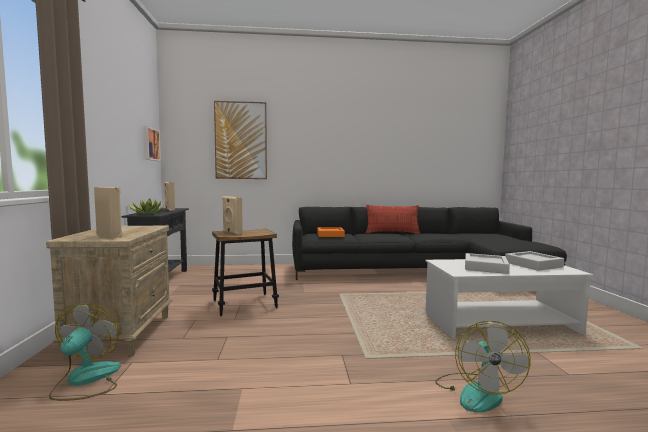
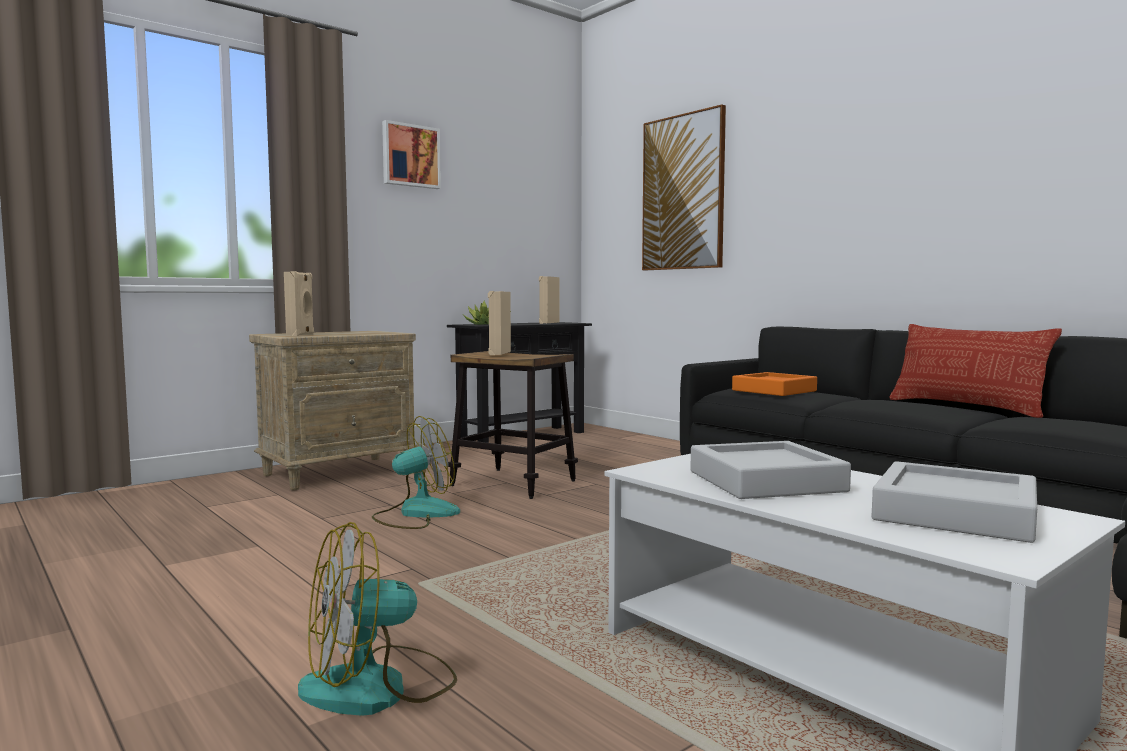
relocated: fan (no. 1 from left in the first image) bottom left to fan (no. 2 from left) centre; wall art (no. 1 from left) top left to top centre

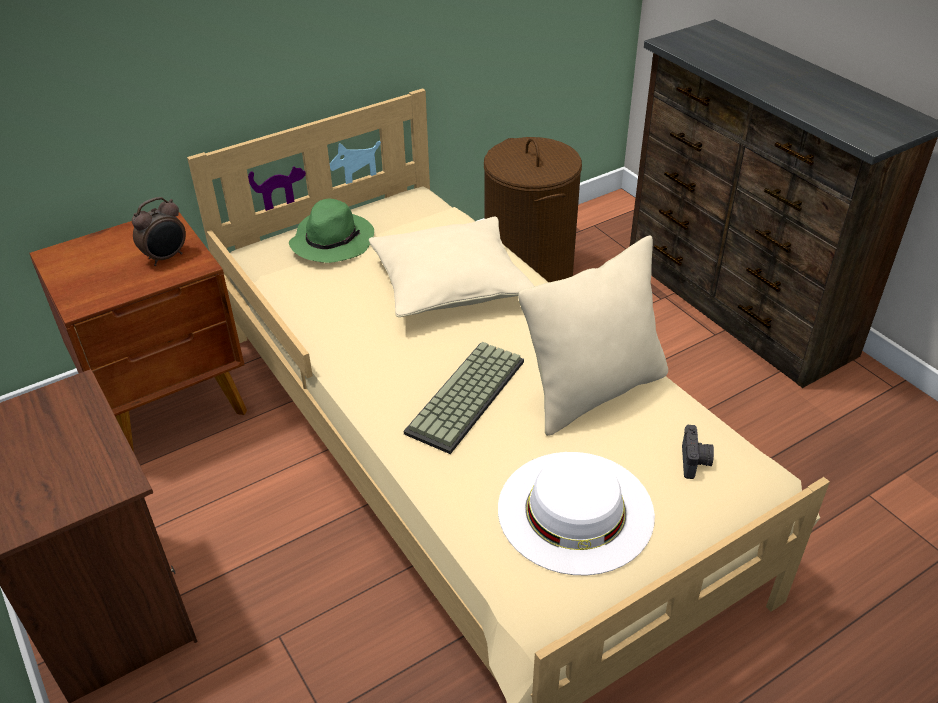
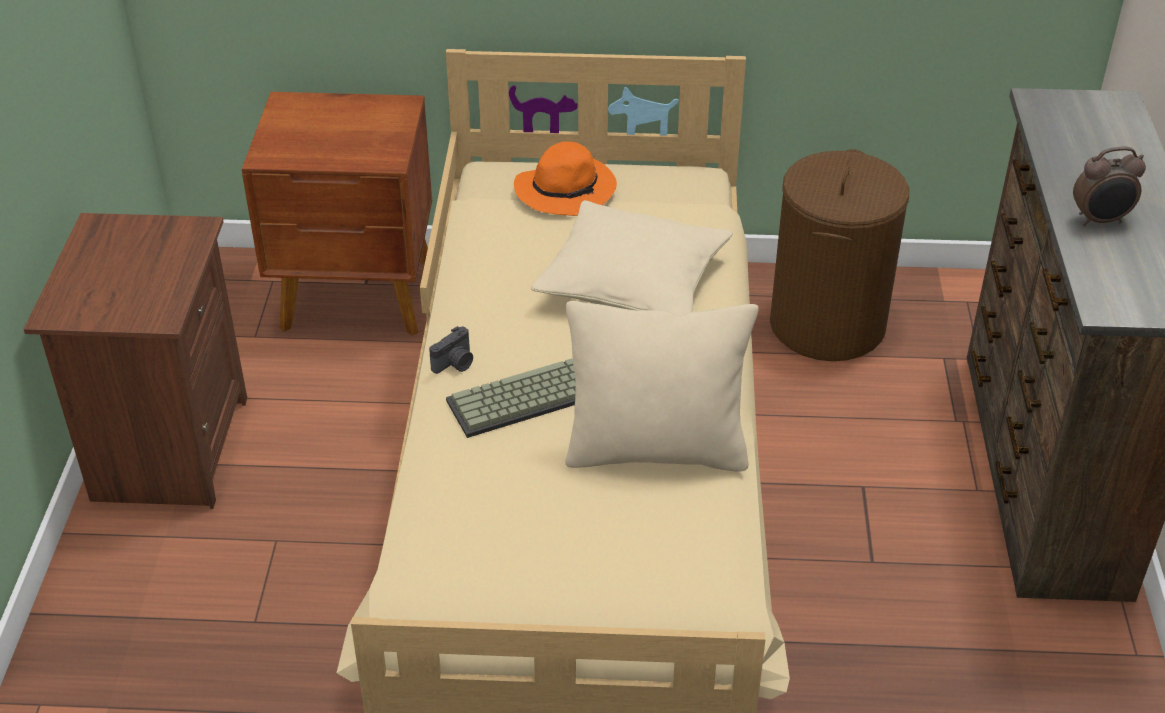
missing: clothing hat/white bottom centre
relocated: table clock top left to top right; still camera middle right to centre
colour: clothing hat/green-coloured top centre to clothing hat/orange top centre

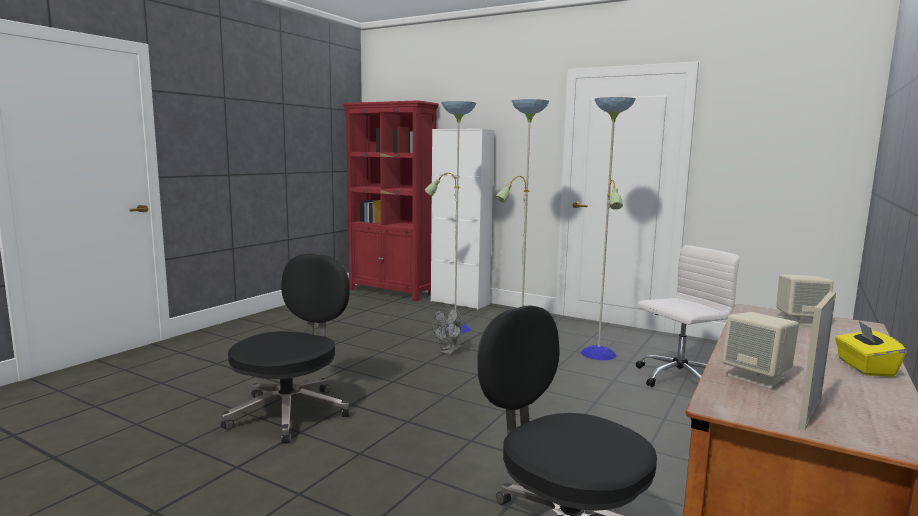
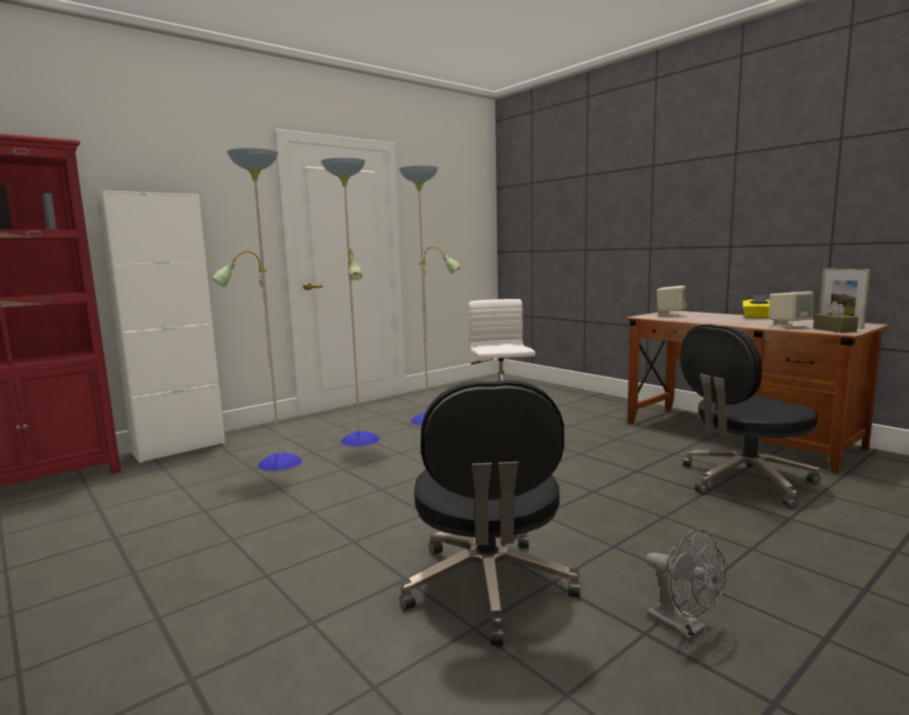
appeared: tissue box/brown middle right
relocated: fan/gray centre to bottom right
spun: desk chair/blackish (no. 1 from left) bottom left = bottom centre 135 degrees counterclockwise

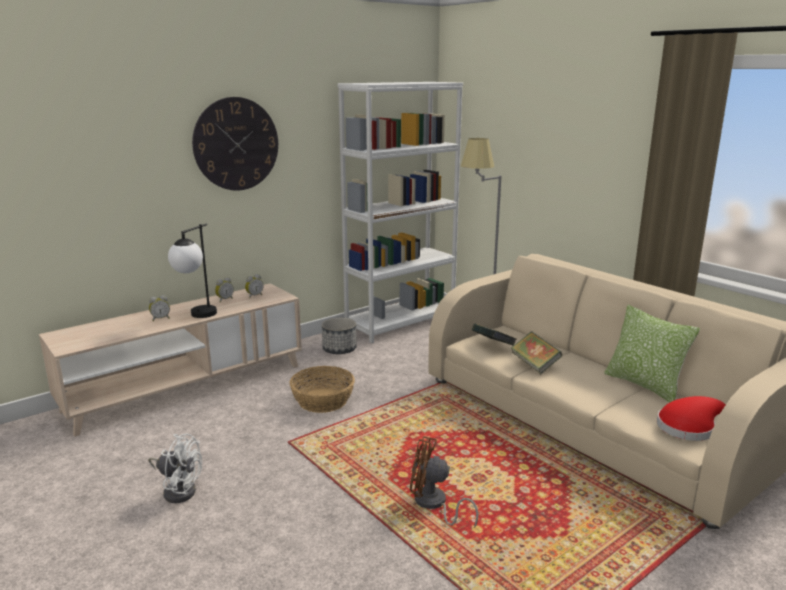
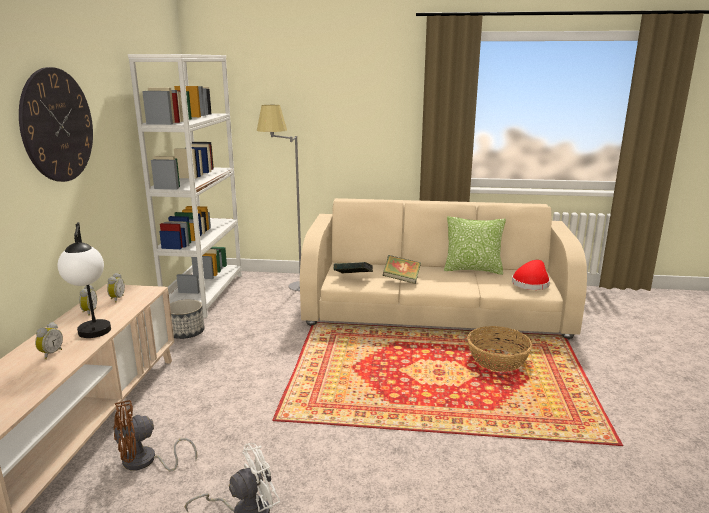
relocated: storage basket centre to bottom right; fan/brown bottom centre to bottom left

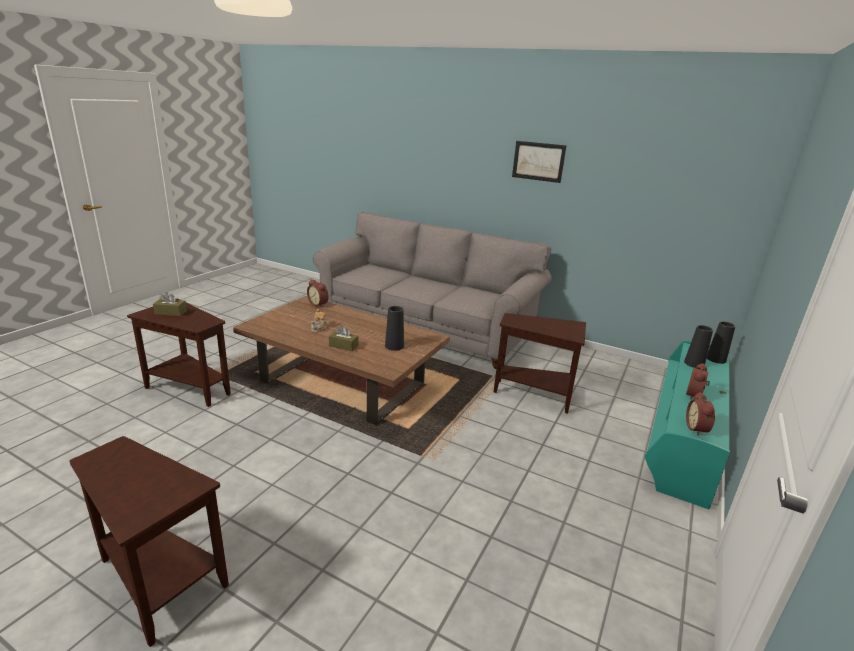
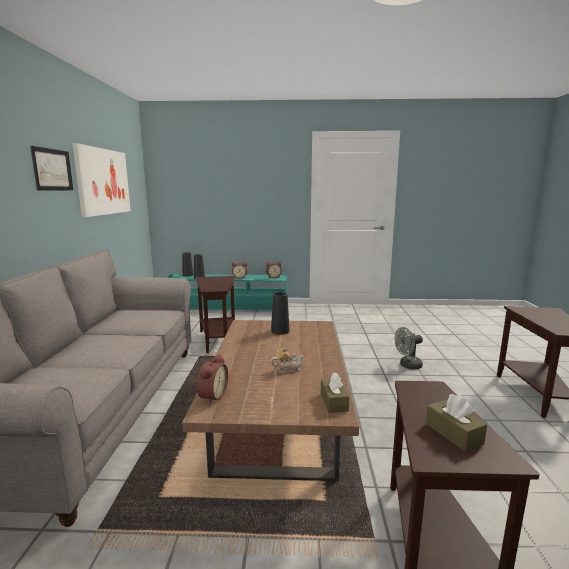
appeared: wall art (no. 2 from left) top left; fan/gray middle right
relocated: tissue box/brown (no. 2 from left in the first image) centre to tissue box/brown (no. 1 from left) bottom centre

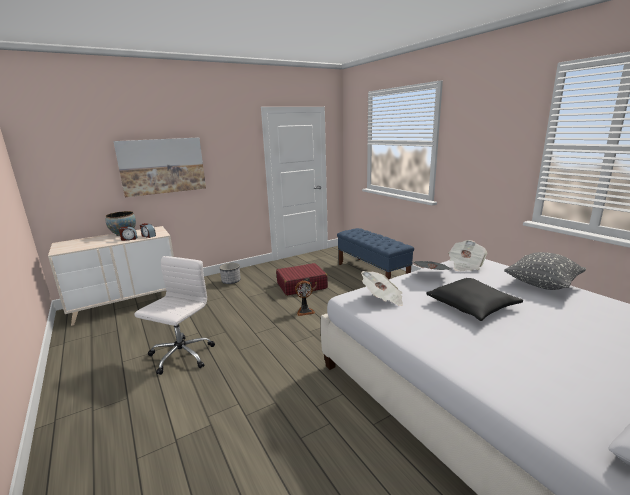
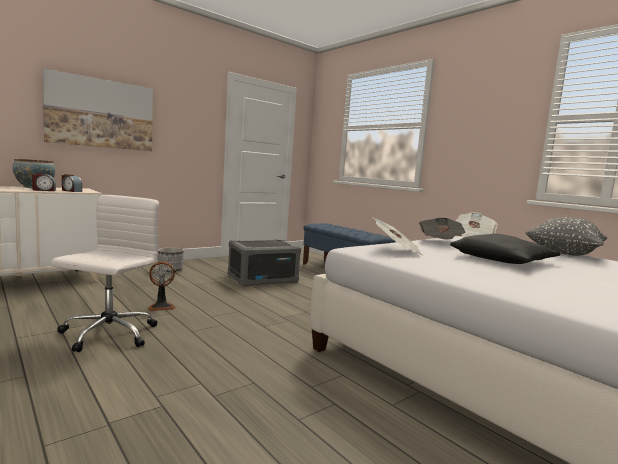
relocated: fan centre to middle left
exchanged: suitcase/reddish centre to storage box/gray centre

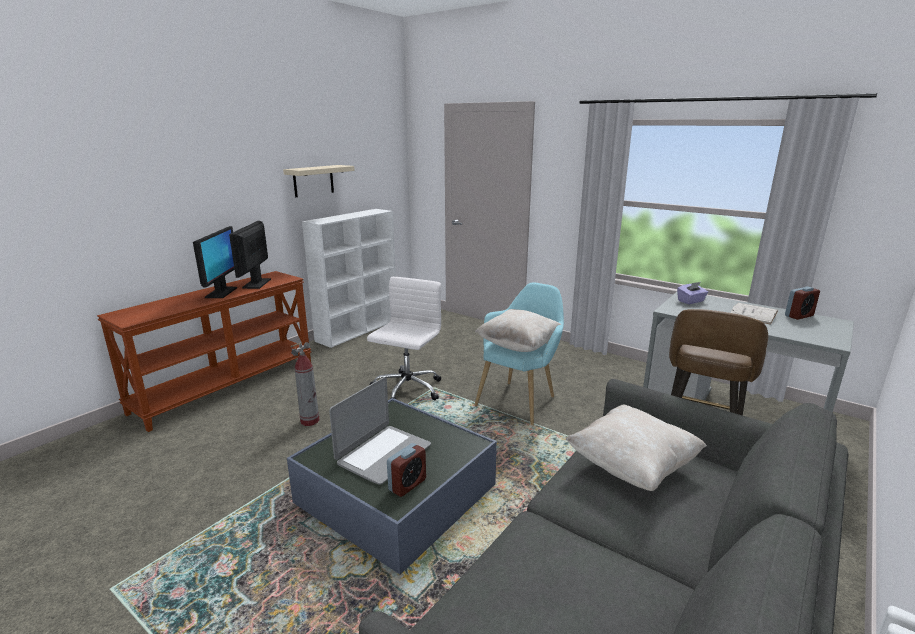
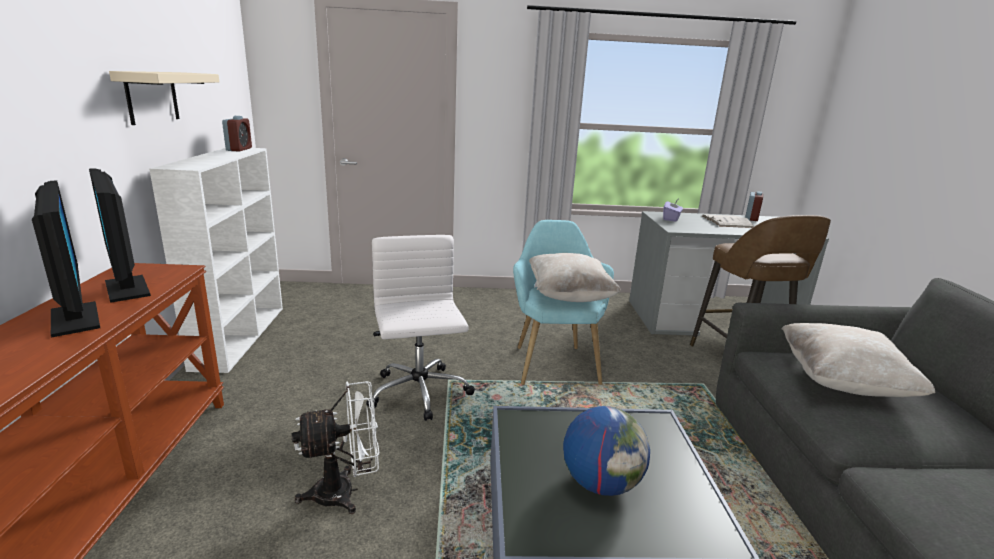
relocated: table clock (no. 1 from left) bottom centre to top left
exchanged: fire extinguisher centre to fan/white bottom centre; portable computer bottom centre to desk globe bottom centre

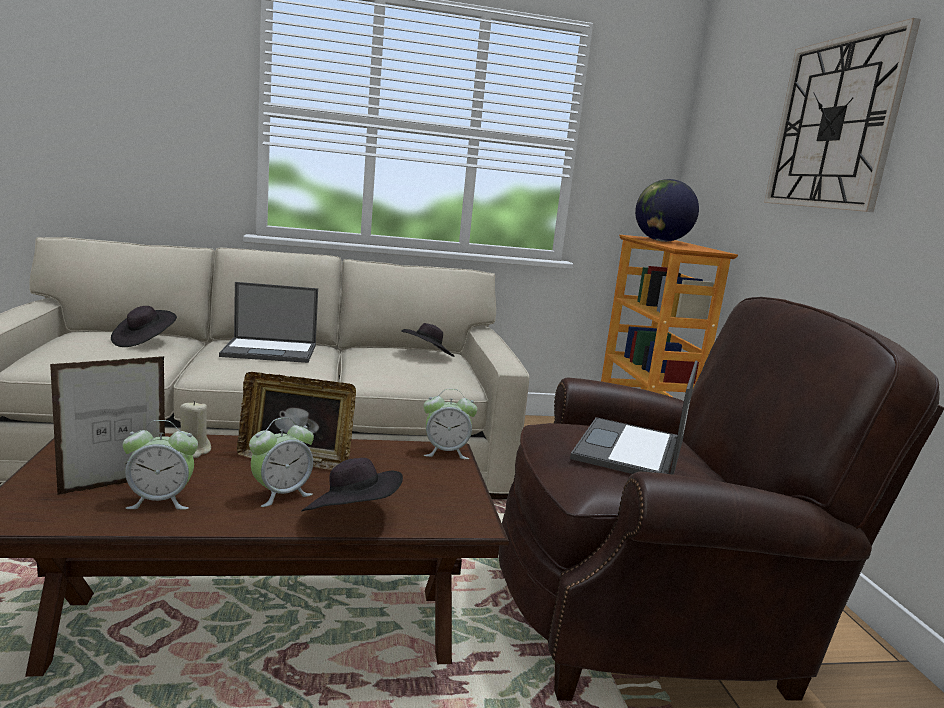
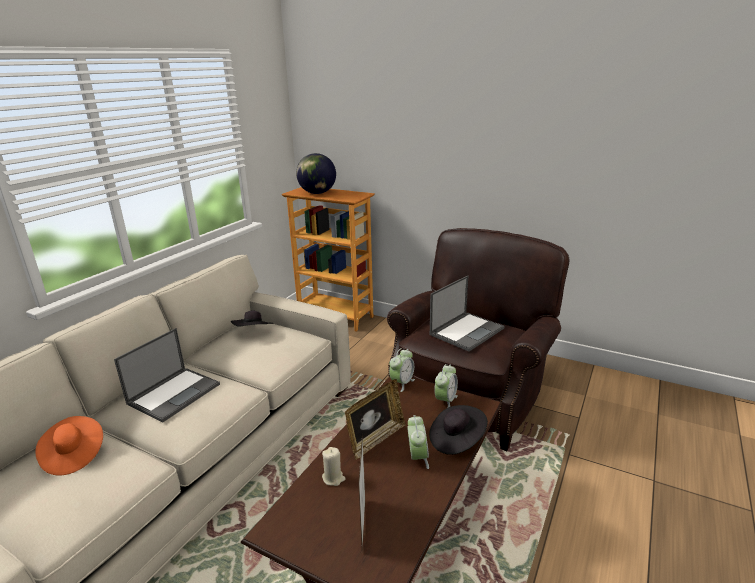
missing: hanging clock top right
relocated: table clock (no. 1 from left in the first image) middle left to table clock (no. 3 from left) centre
colour: clothing hat/blackish (no. 1 from left) middle left to clothing hat/orange bottom left
spun: portable computer (no. 2 from left) middle right = centre 105 degrees counterclockwise

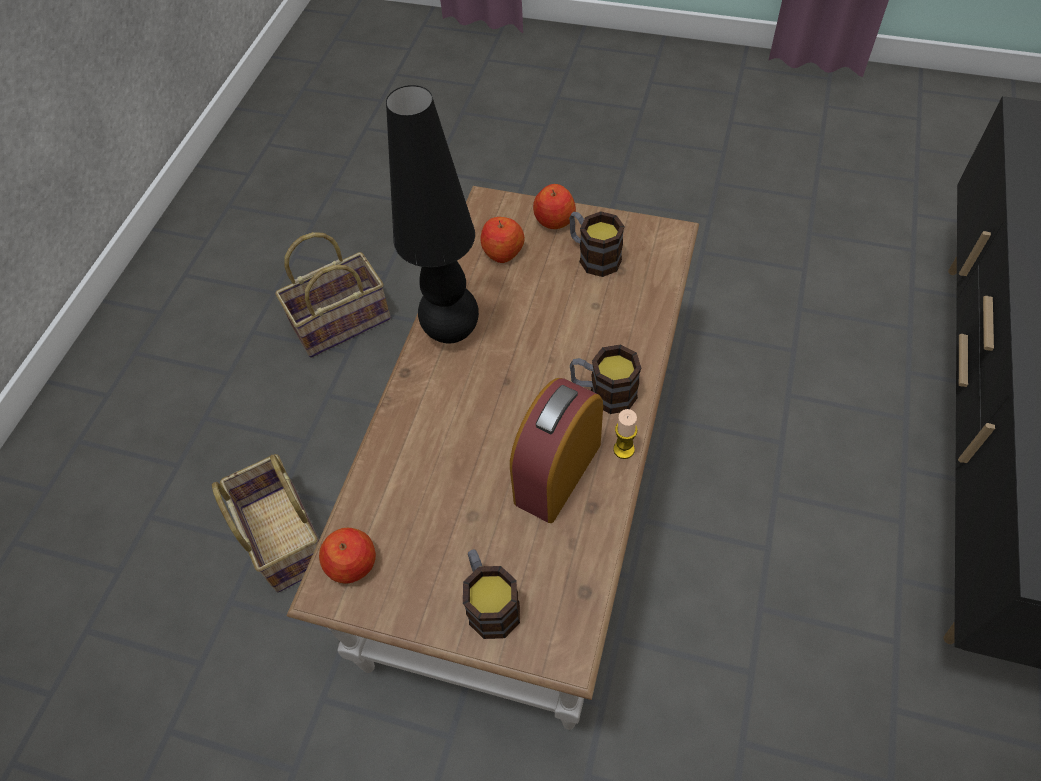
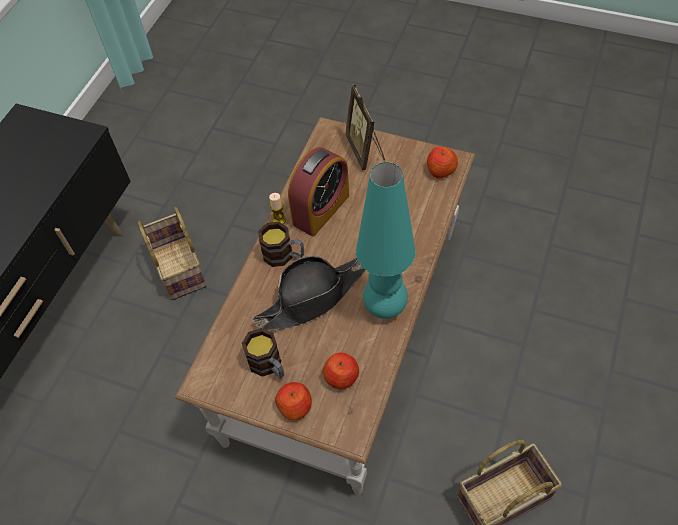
appeared: clothing hat/blackish centre
relocated: storage basket (no. 1 from left) bottom left to middle left
exchanged: tea mug (no. 1 from left) bottom centre to picture frame top centre
colour: table lamp/blackish top centre to table lamp/turquoise centre

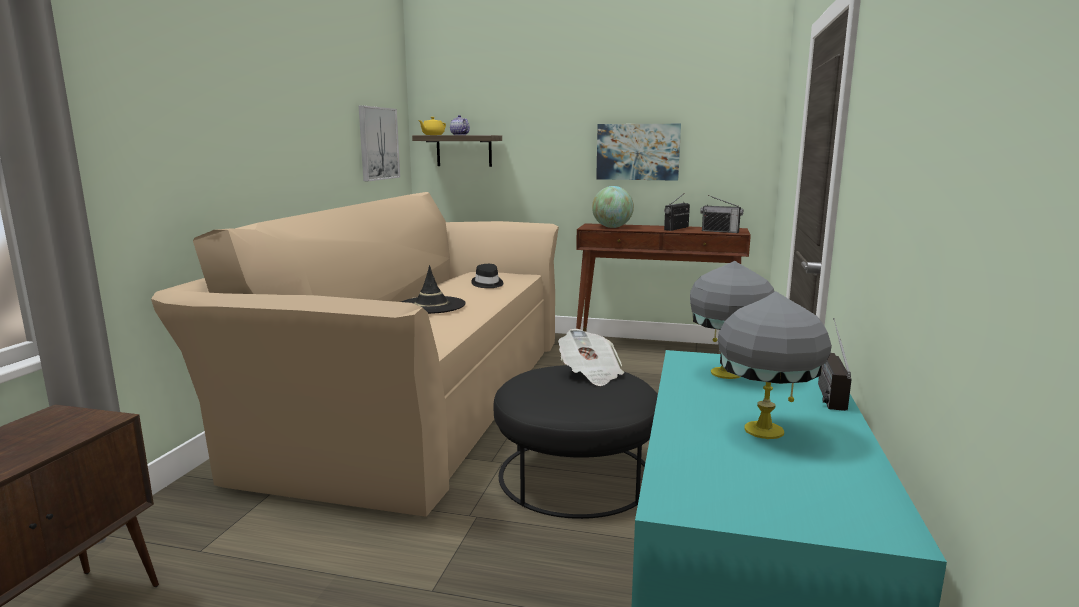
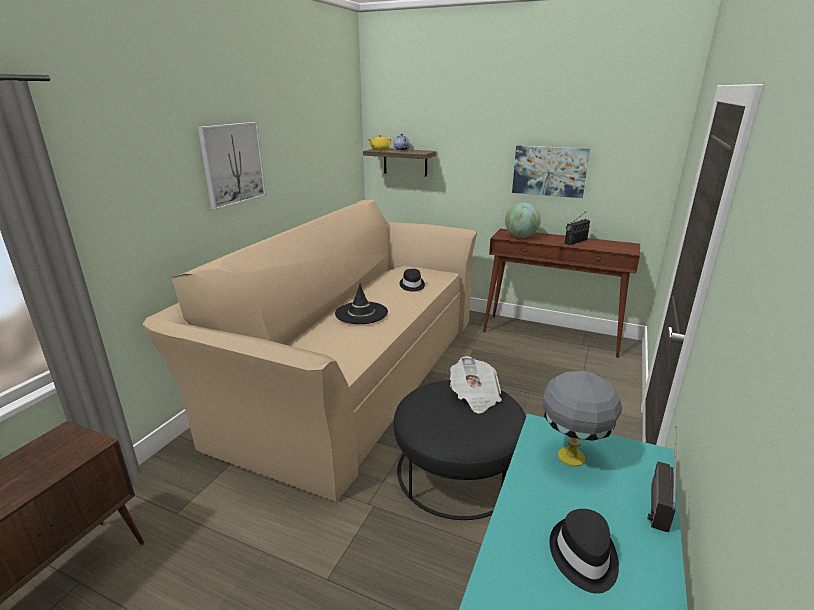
missing: radio receiver (no. 2 from left) middle right
relocated: wall art (no. 1 from left) top centre to top left
exchanged: table lamp/gray (no. 2 from left) middle right to clothing hat/blackish (no. 3 from left) bottom right

